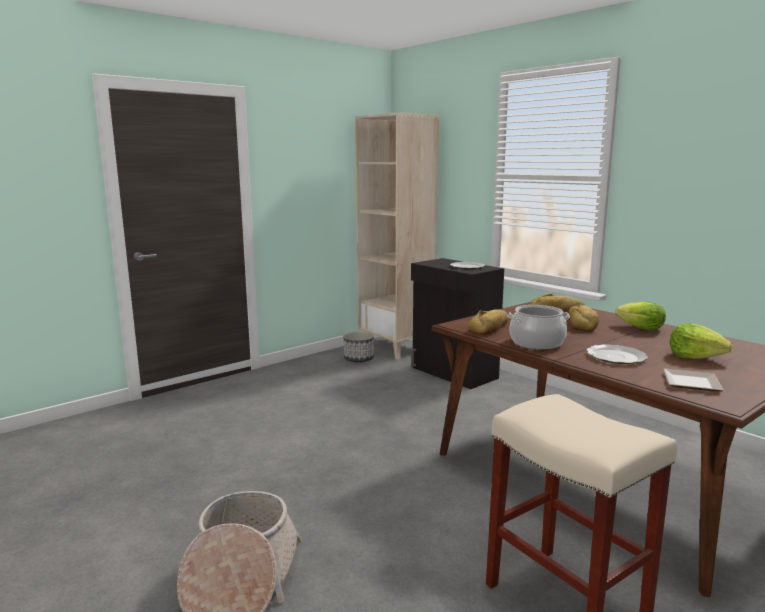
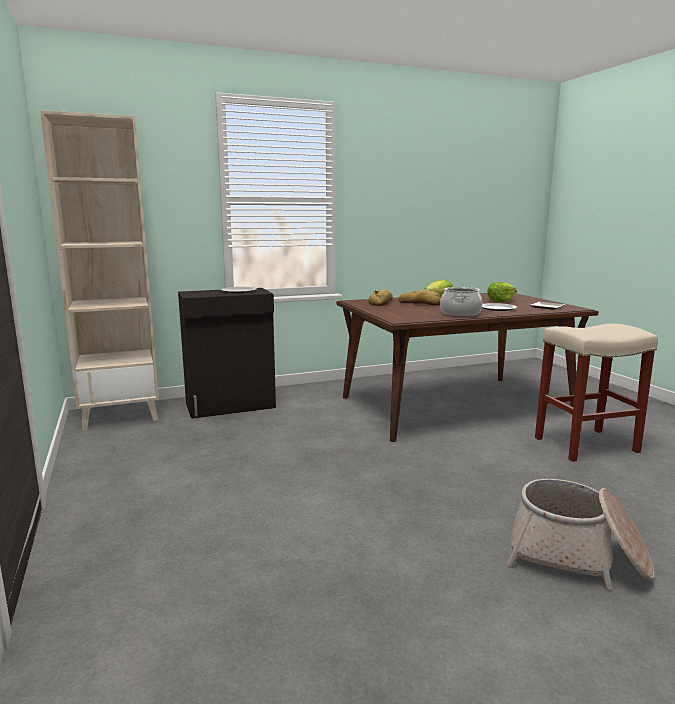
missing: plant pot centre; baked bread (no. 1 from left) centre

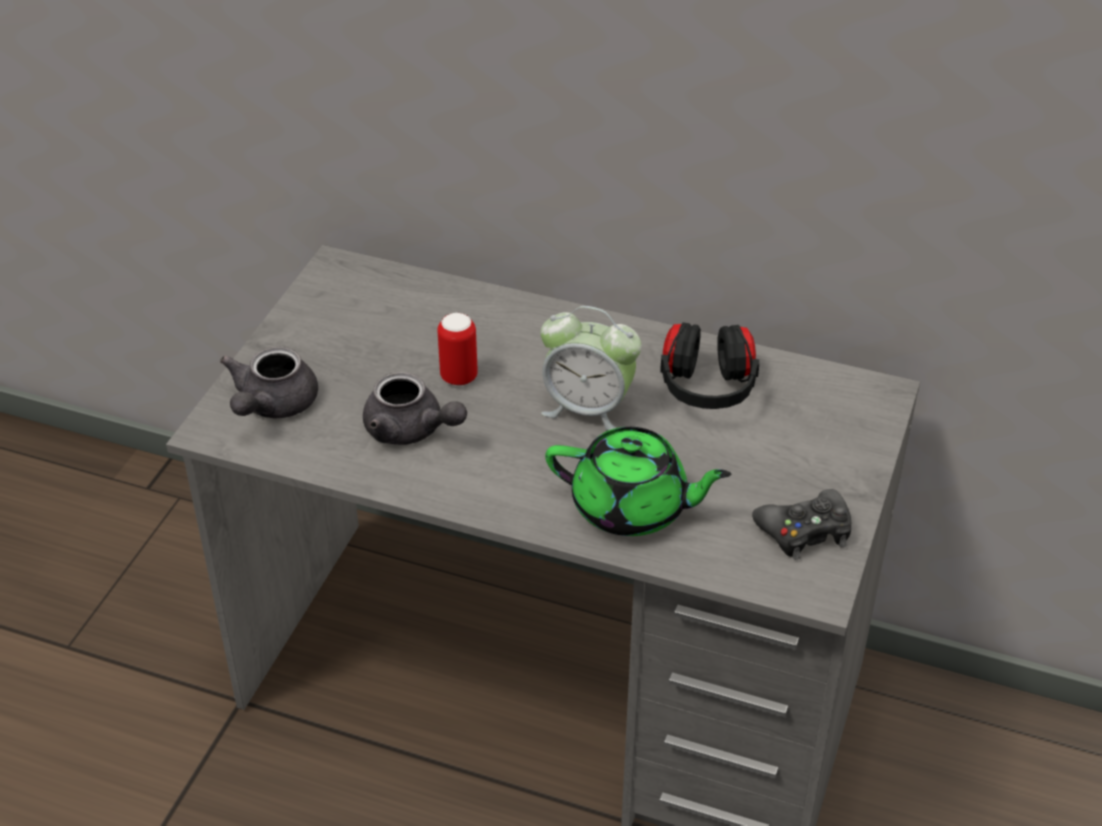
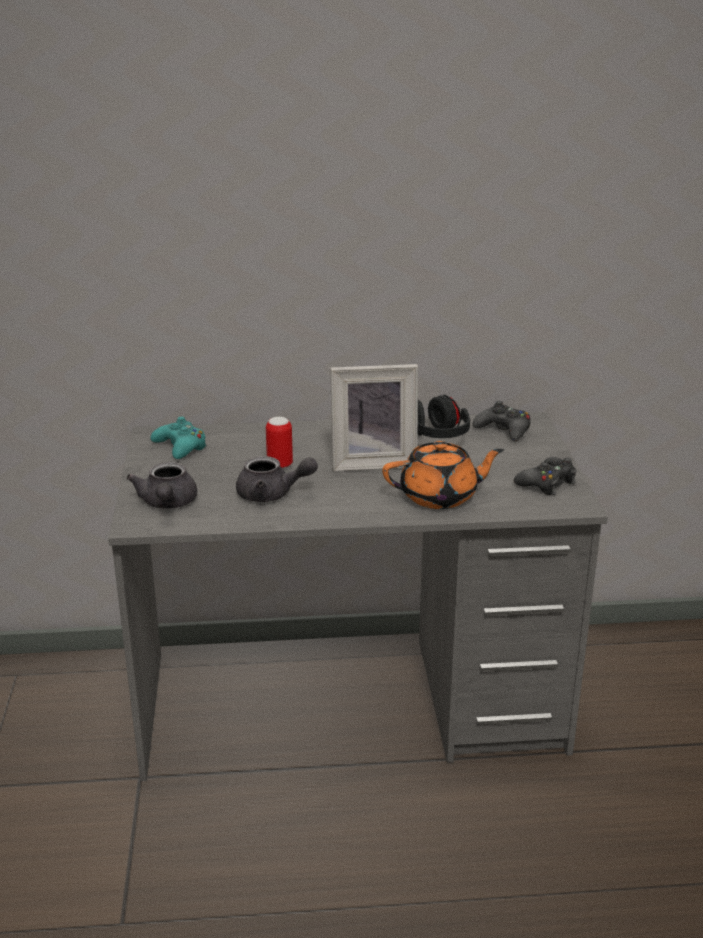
appeared: game controller/turquoise middle left; game controller/blackish (no. 1 from left) middle right
exchanged: table clock centre to picture frame centre
colour: tea pot/green-coloured centre to tea pot/orange centre

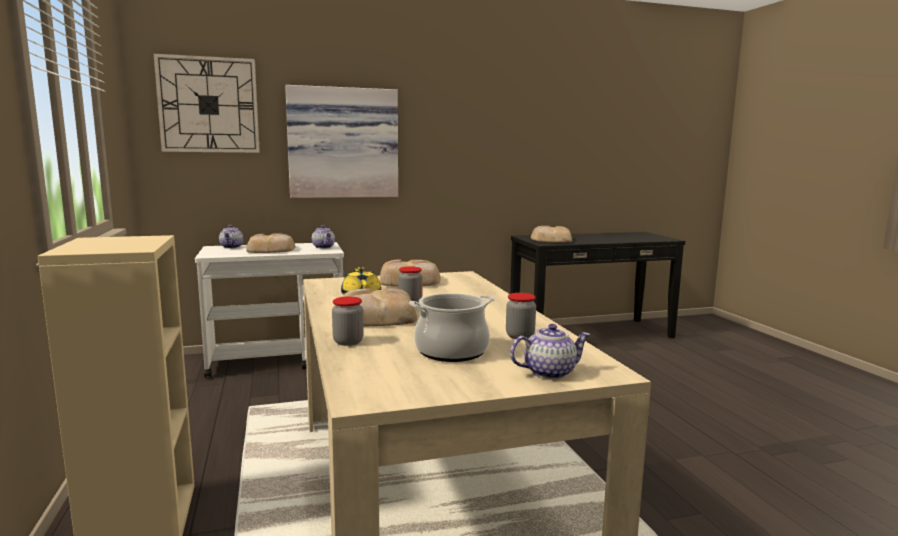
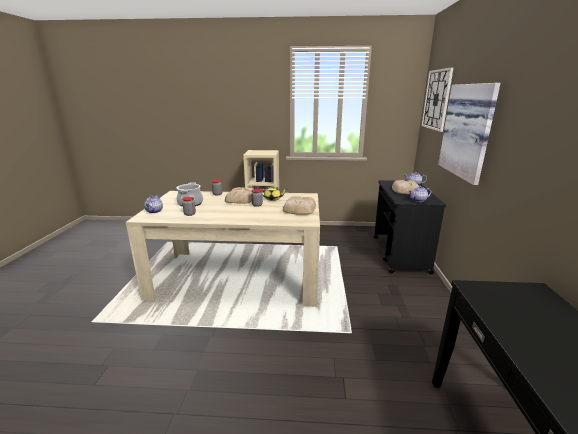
missing: baked bread (no. 4 from left) centre
colour: trolley/white middle left to trolley/blackish middle right

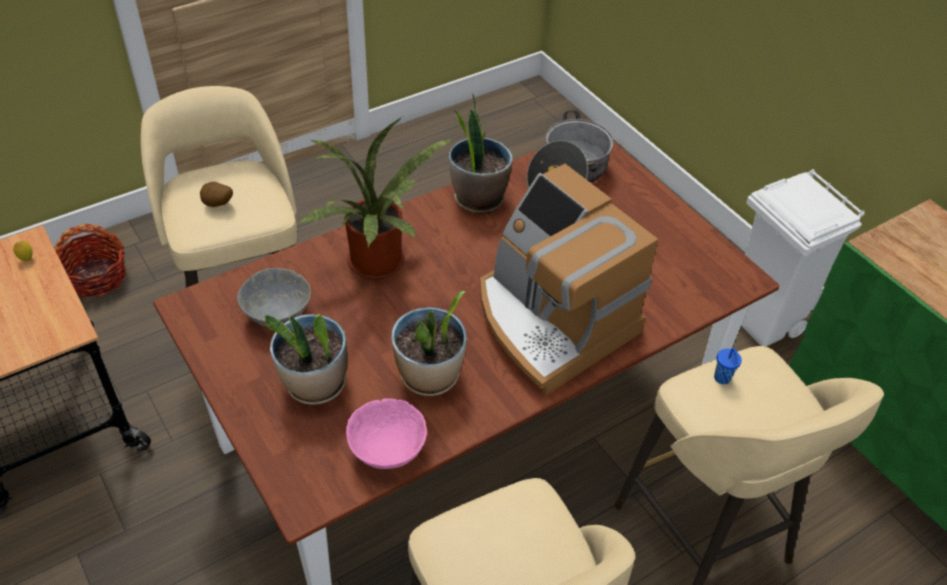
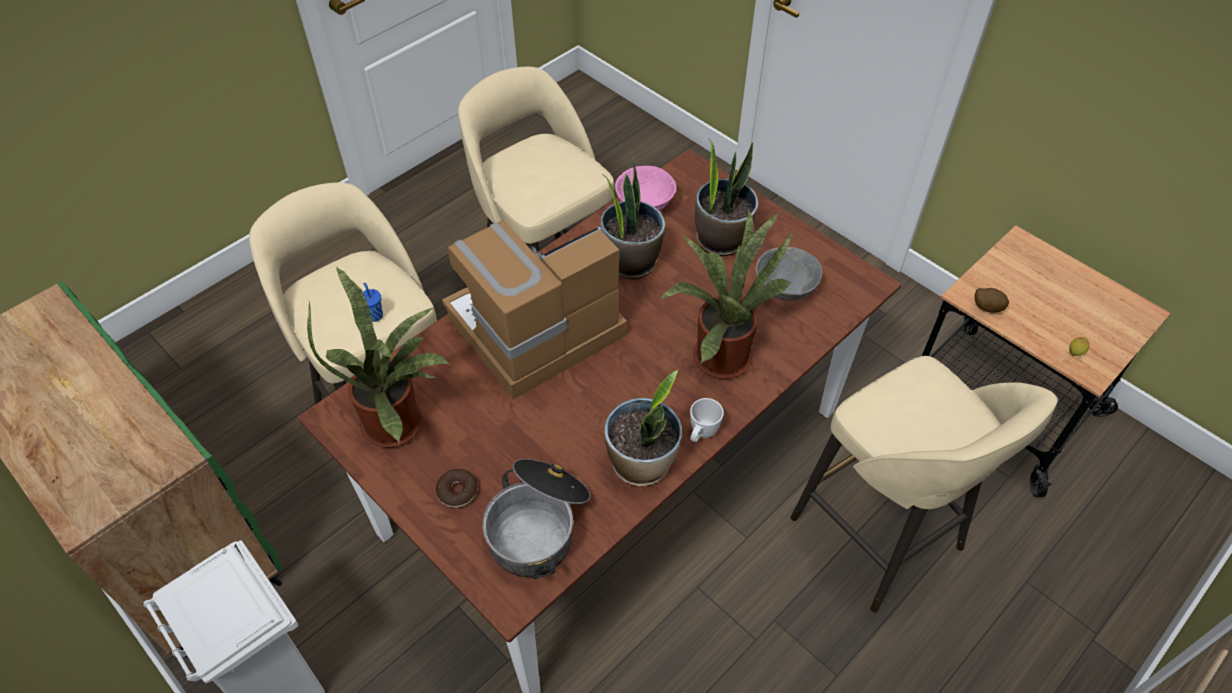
missing: storage basket middle left
appeared: potted plant (no. 1 from left) middle left; donut bottom centre; tea mug/white centre
relocated: potato top left to middle right
spun: coffee maker centre = centre 75 degrees counterclockwise

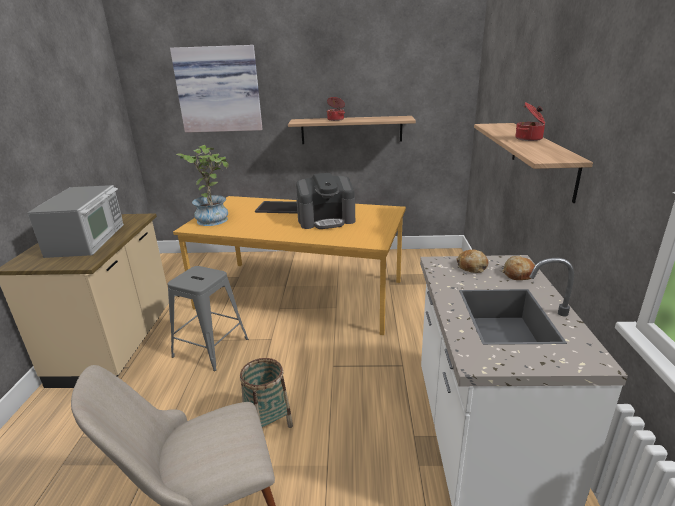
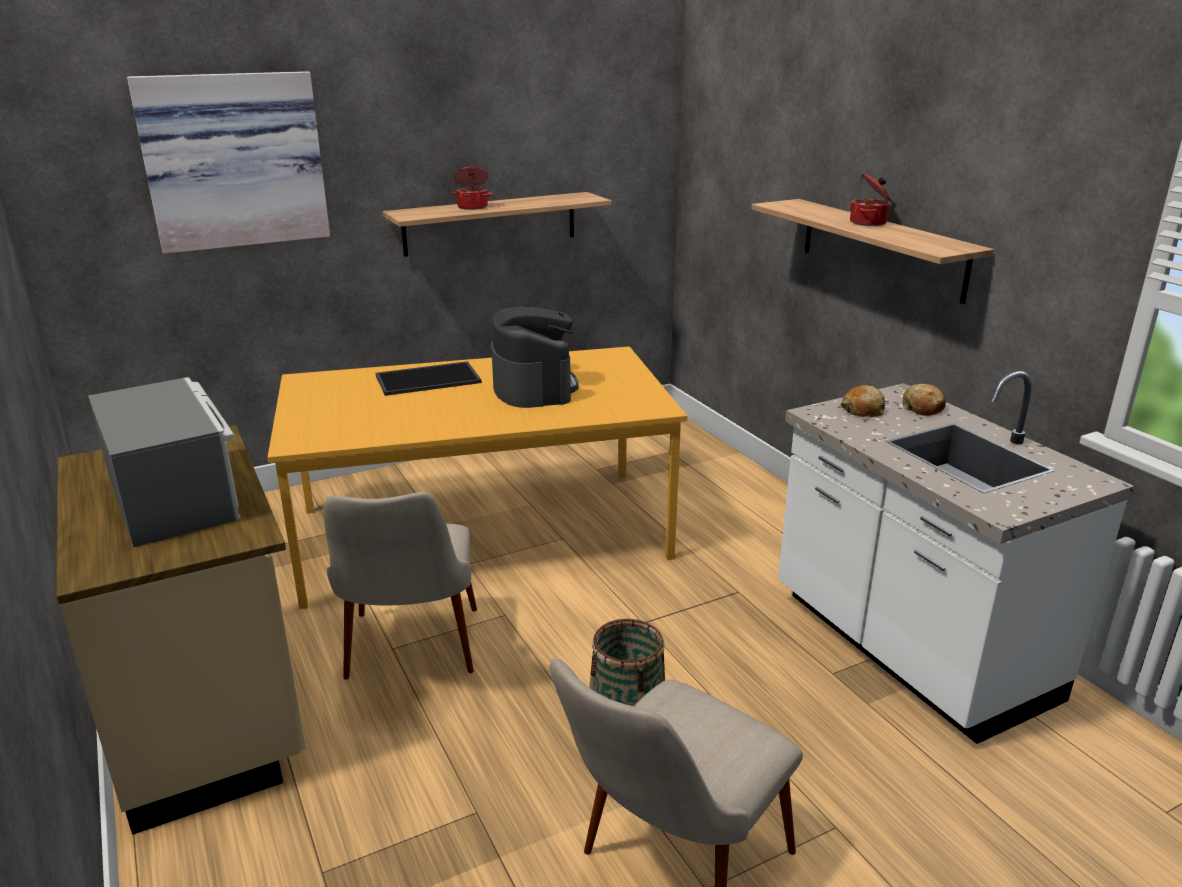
missing: potted plant middle left
exchanged: sitting stool/gray middle left to upright chair/beige-coloured (no. 1 from left) centre
spun: coffee maker centre = centre 60 degrees counterclockwise

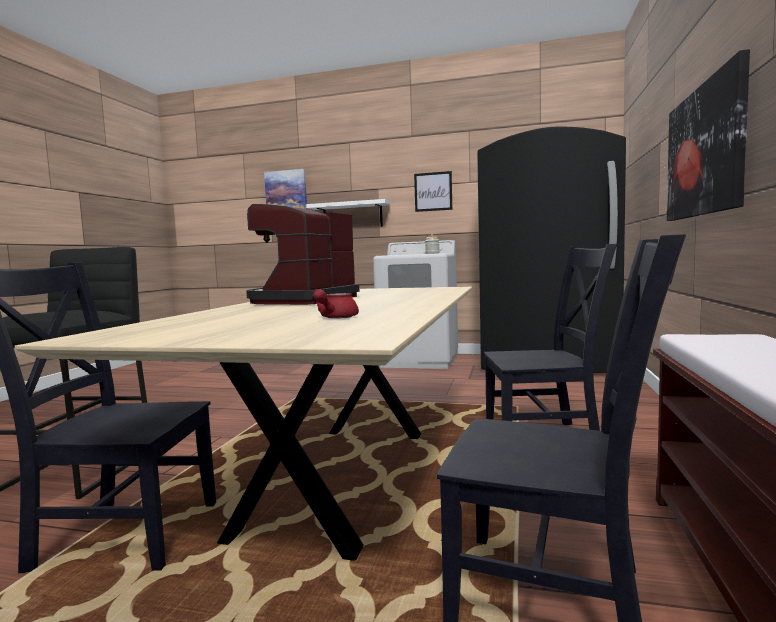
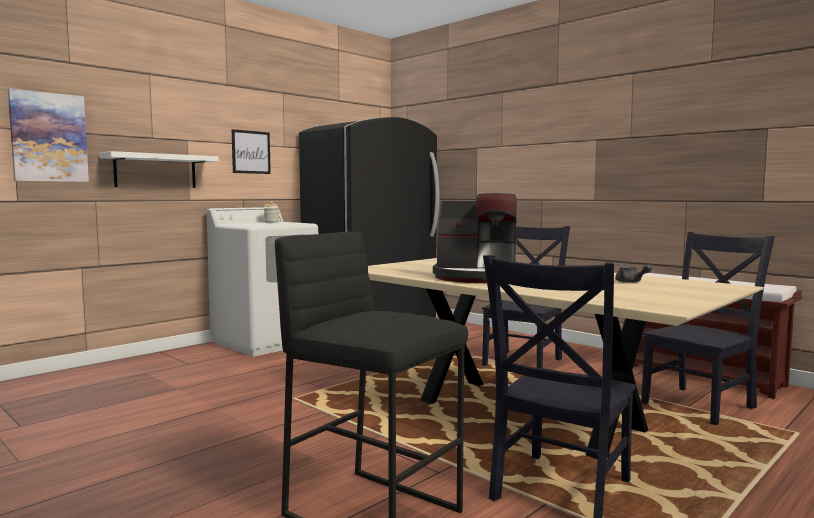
missing: wall art (no. 3 from left) top right
colour: tea pot/reddish centre to tea pot/gray middle right
spun: coffee maker centre = centre 45 degrees counterclockwise

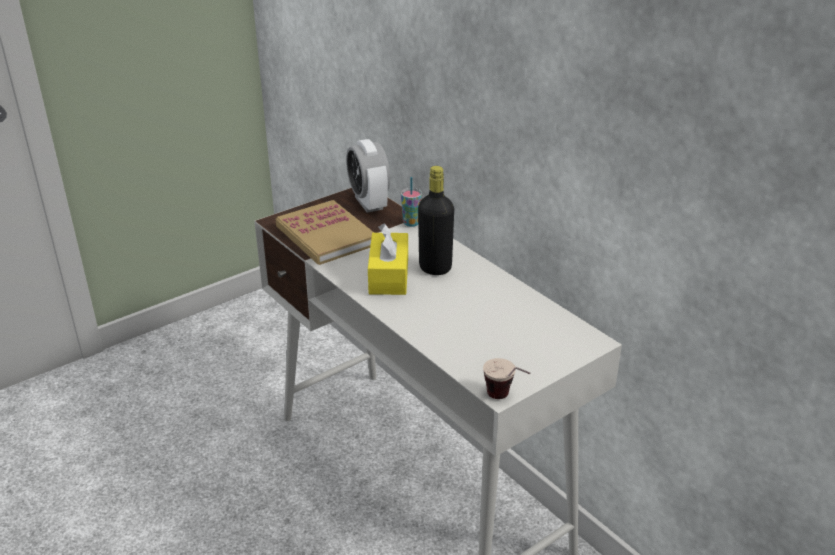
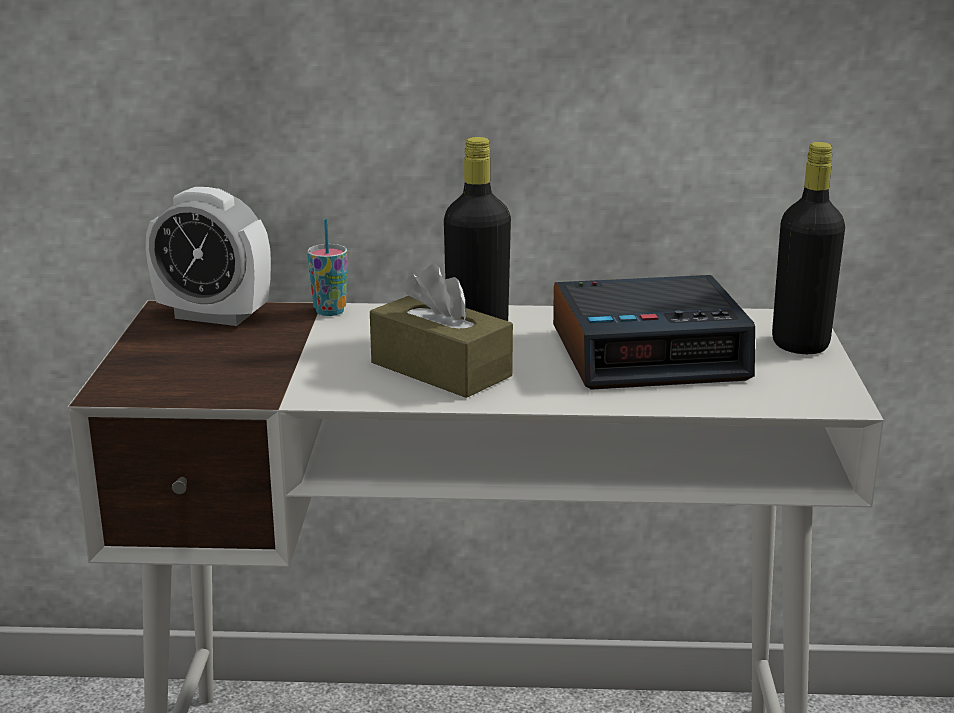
missing: volume centre; cup (no. 2 from left) bottom centre
appeared: table clock (no. 2 from left) middle right; drink bottle/blackish (no. 2 from left) middle right
colour: tissue box/yellow-coloured centre to tissue box/brown centre

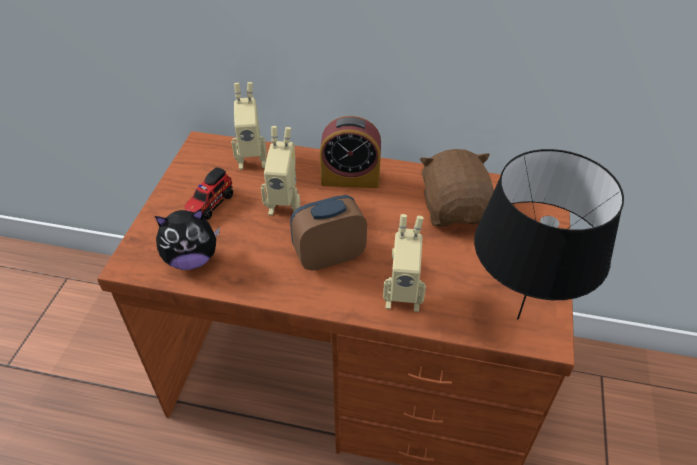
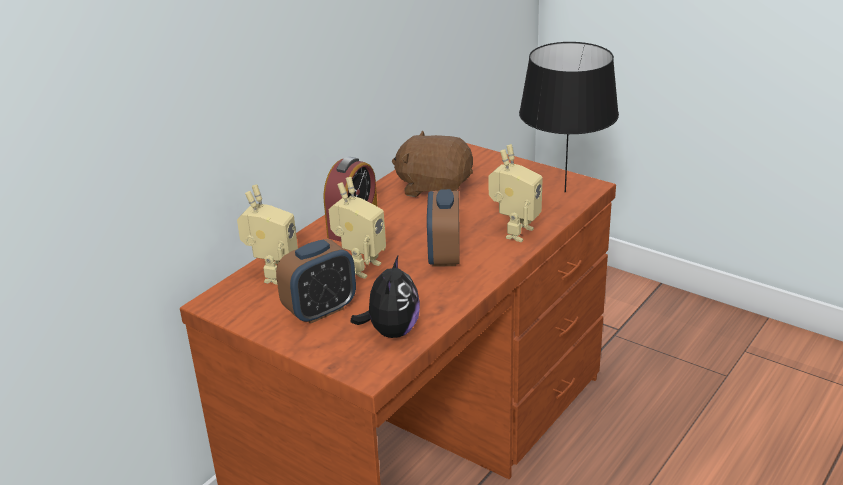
exchanged: model truck middle left to table clock (no. 1 from left) centre

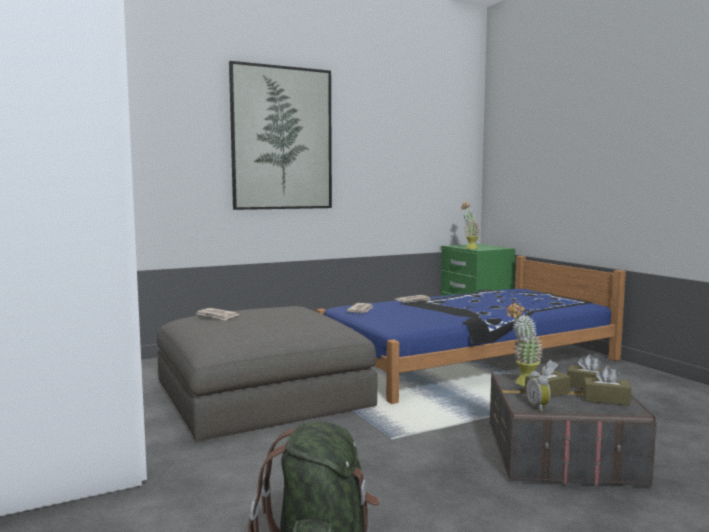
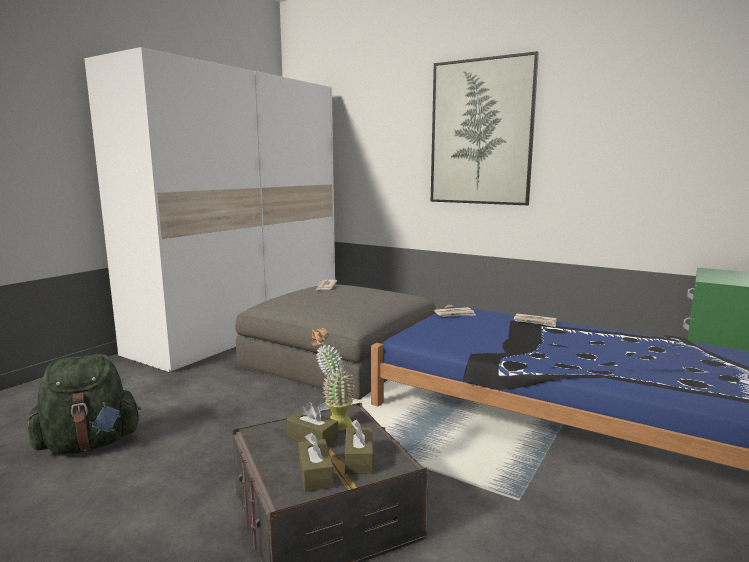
missing: potted plant (no. 1 from left) centre; table clock bottom right

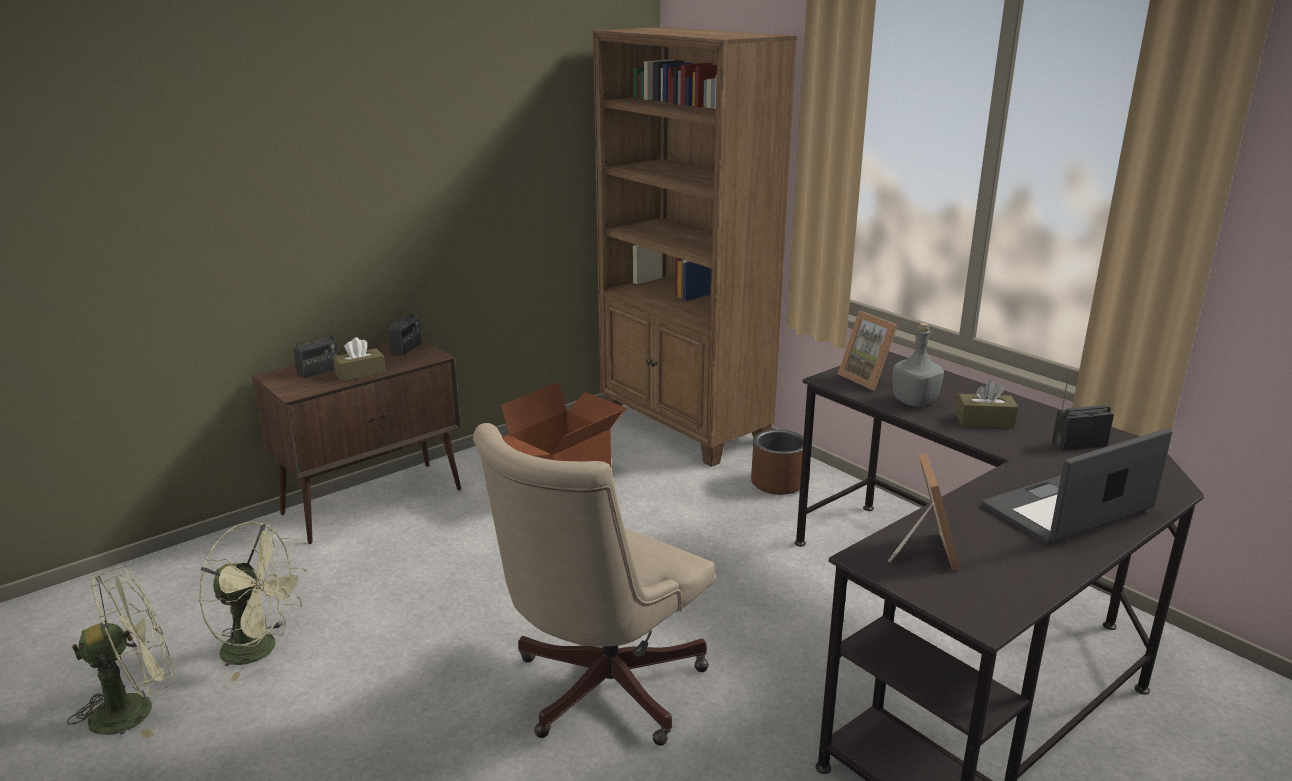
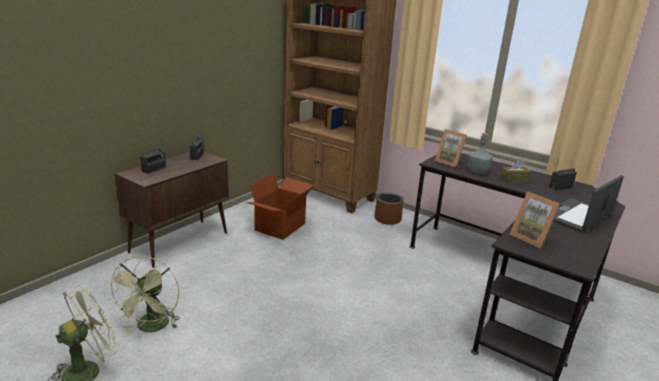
missing: tissue box/brown (no. 1 from left) middle left; desk chair/beige-coloured bottom centre
spun: fan/green-coloured (no. 2 from left) bottom left = bottom left 90 degrees clockwise; picture frame (no. 2 from left) middle right = middle right 150 degrees clockwise

